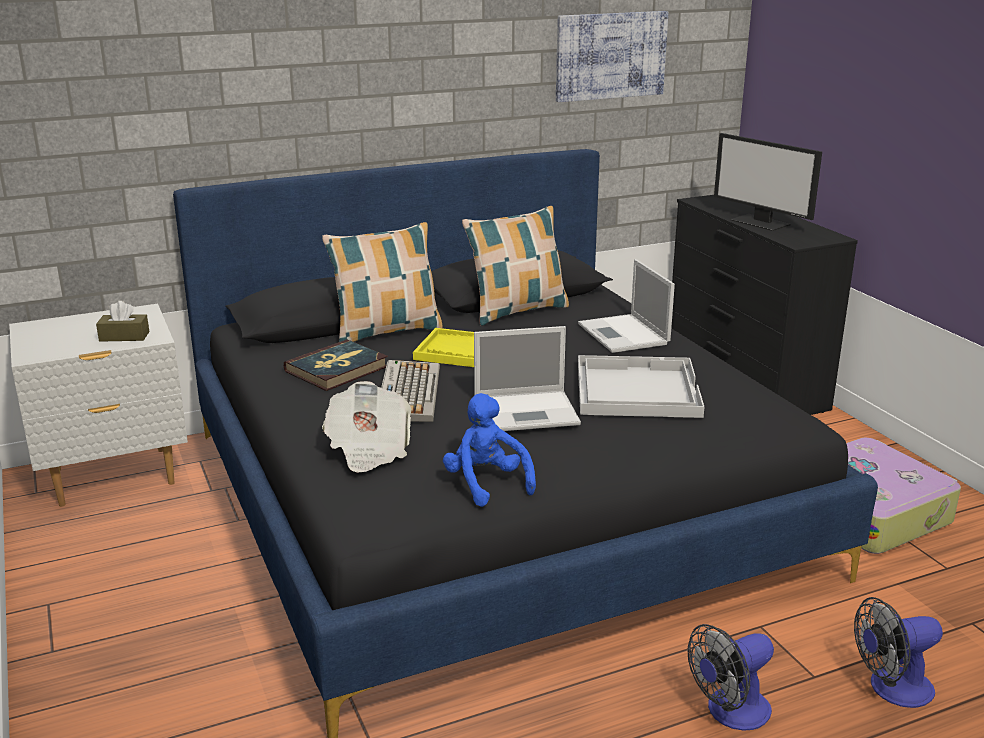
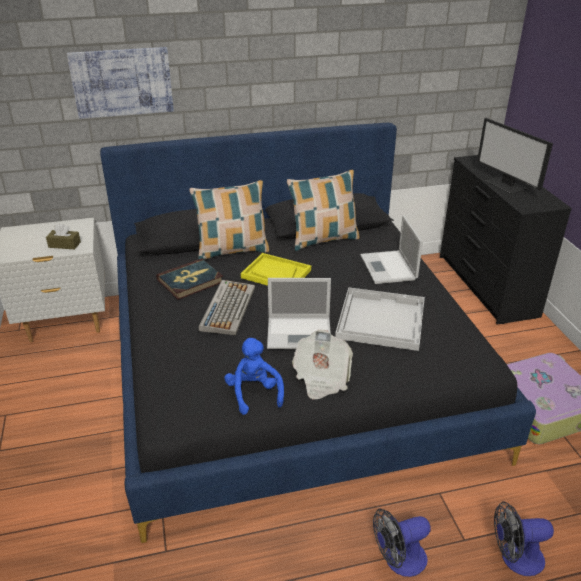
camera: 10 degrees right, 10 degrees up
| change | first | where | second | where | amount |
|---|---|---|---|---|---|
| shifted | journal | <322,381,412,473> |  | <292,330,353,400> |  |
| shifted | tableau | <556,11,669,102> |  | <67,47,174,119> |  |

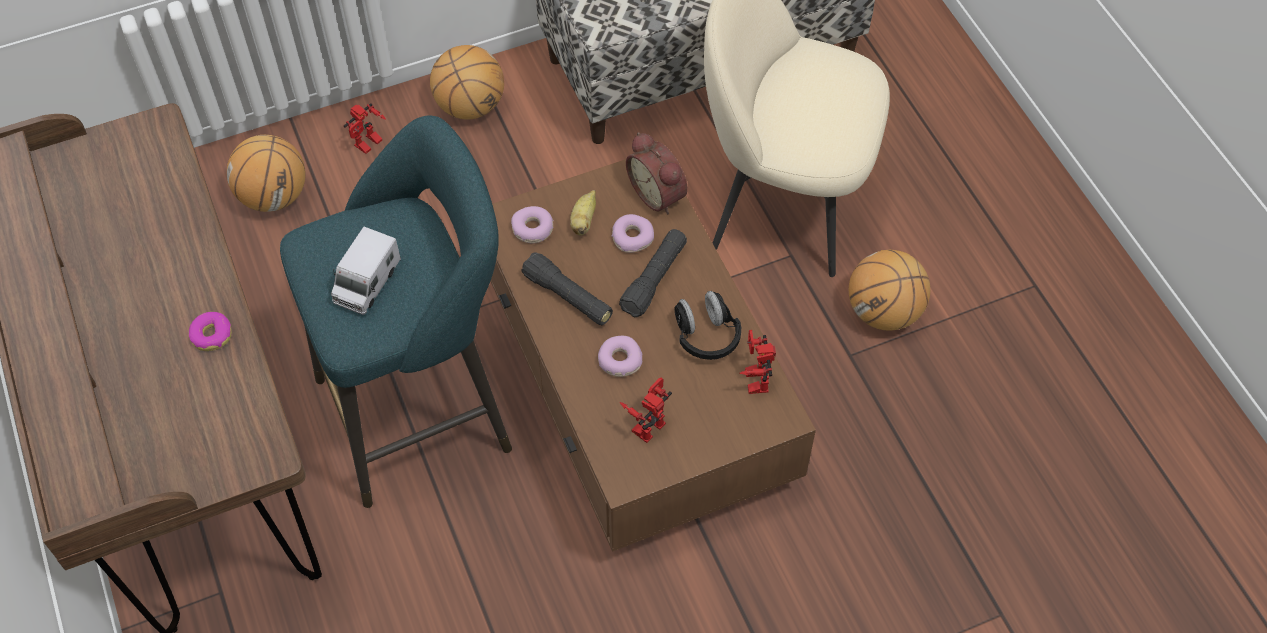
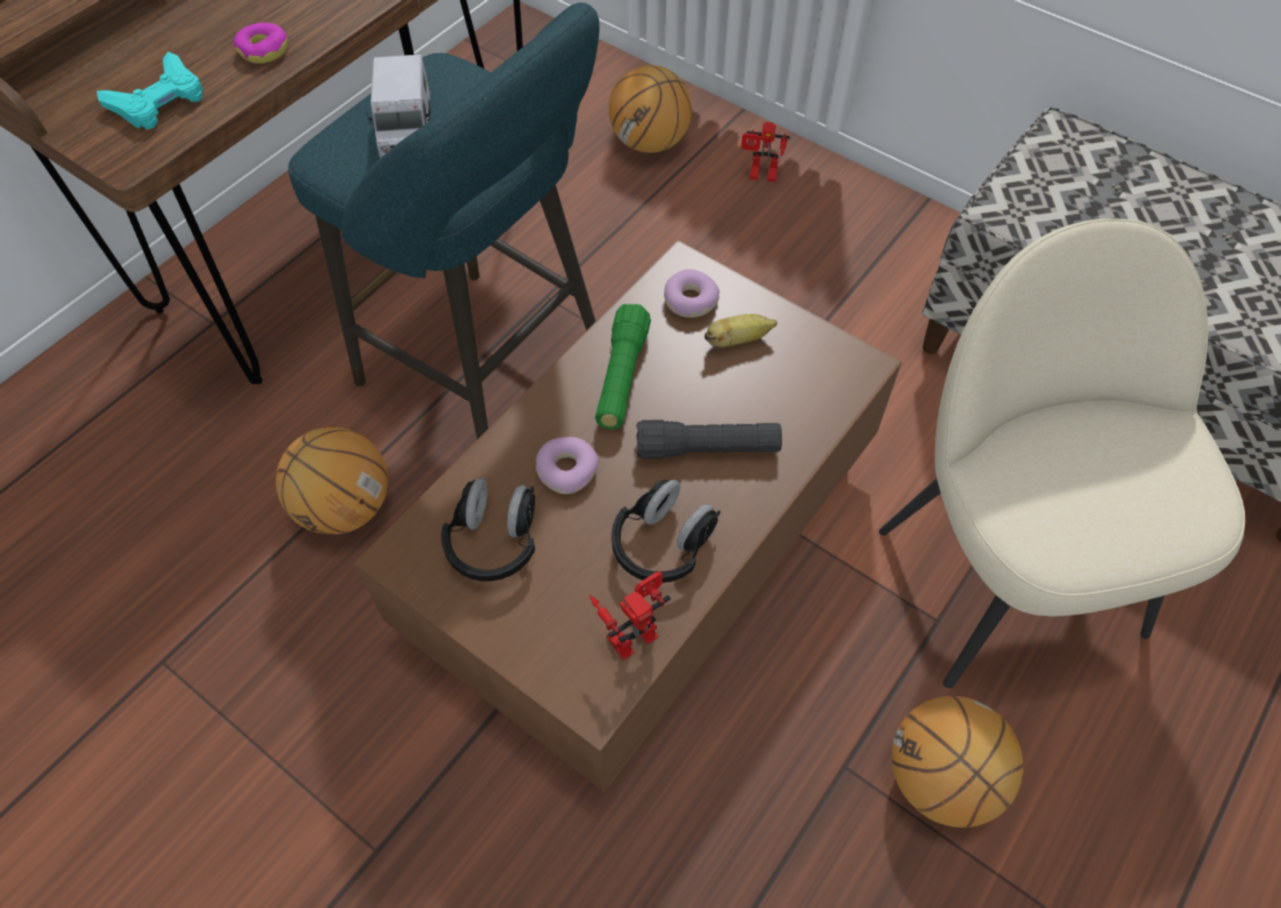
camera: 60 degrees right, 0 degrees up
| change | first | where | second | where | amount |
|---|---|---|---|---|---|
| gone | beignet | <612,214,654,253> |  |  |  |
| gone | réveil | <626,132,688,214> |  |  |  |
| new |  |  | manette (turquoise) | <97,52,204,130> |  |
| shifted | ballon de basket | <430,45,504,119> |  | <275,427,388,534> |  |
| swapped | robot jouet | <620,378,672,443> | casque audio (noir) | <441,477,535,581> |  |
| repainted | lampe de poche (noir) | <521,252,613,325> | lampe de poche (vert) | <595,304,651,429> |  |
| rotated | camion jouet | <331,227,401,315> |  | <366,54,431,158> | 90 degrees counterclockwise |

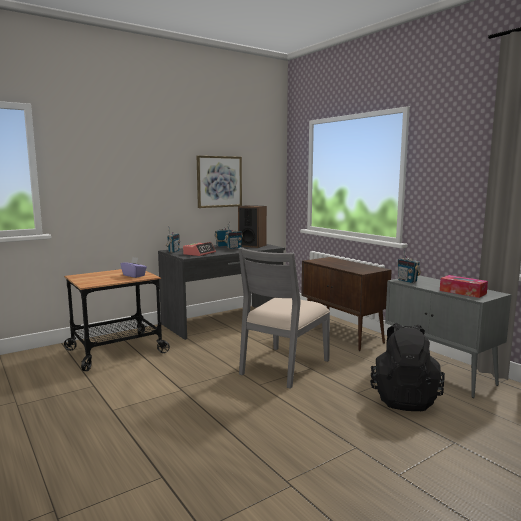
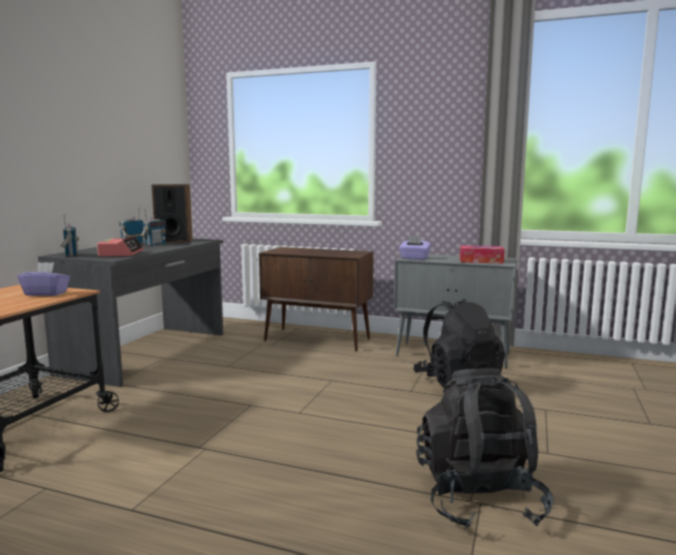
camera: 35 degrees left, 0 degrees up
| change | first | where | second | where | amount |
|---|---|---|---|---|---|
| gone | tableau | <197,156,242,208> |  |  |  |
| gone | chaise (gris) | <238,247,330,389> |  |  |  |
| new |  |  | sac à dos (noir) | <416,368,554,528> |  |
| swapped | radio | <397,247,421,283> | boîte à mouchoirs (violet) | <399,236,431,260> |  |

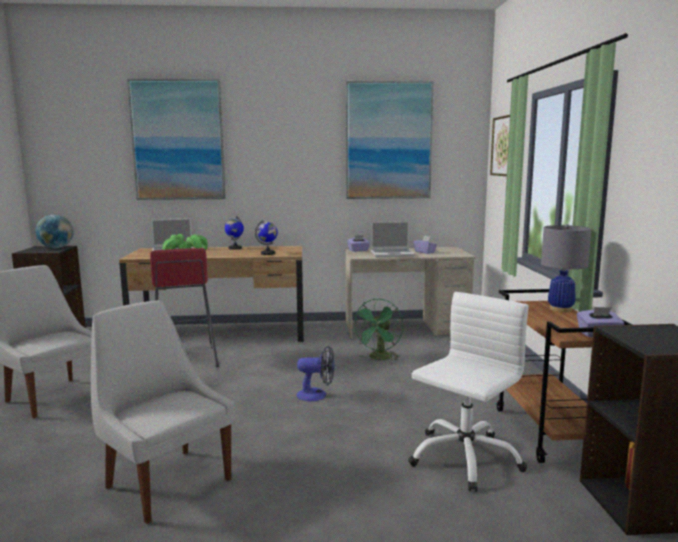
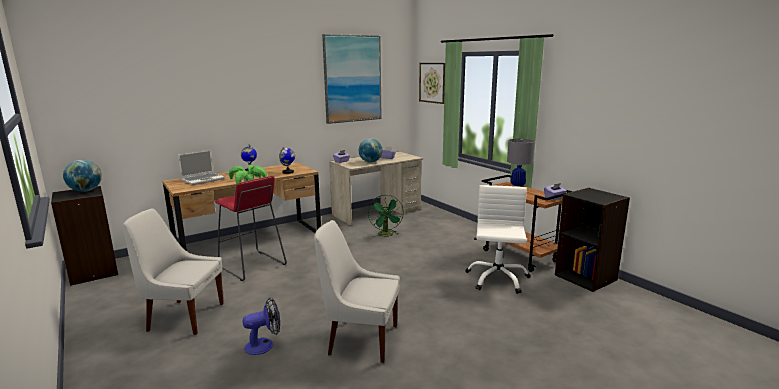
camera: 30 degrees left, 5 degrees up
| change | first | where | second | where | amount |
|---|---|---|---|---|---|
| gone | tableau | <127,79,226,200> |  |  |  |
| shifted | ventilateur | <297,345,335,401> |  | <243,298,280,355> |  |
| swapped | ordinateur portable | <371,221,415,257> | globe | <359,138,383,162> |  |

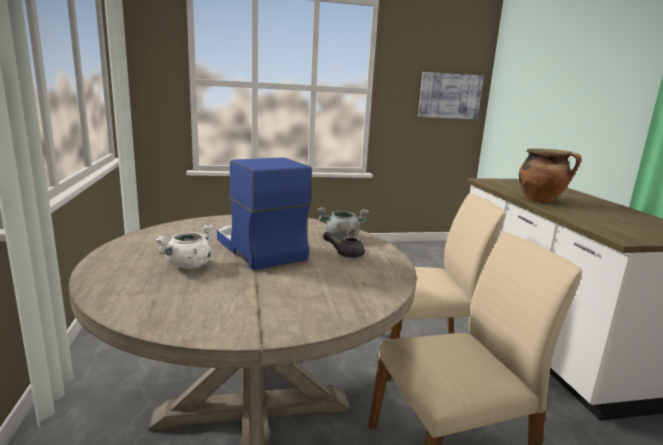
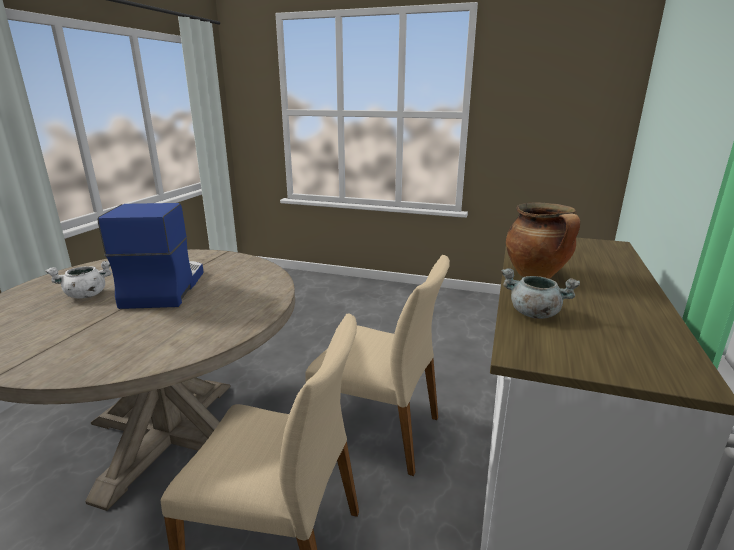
camera: 30 degrees right, 5 degrees up
| change | first | where | second | where | amount |
|---|---|---|---|---|---|
| gone | théière (gris) | <323,232,365,258> |  |  |  |
| gone | tableau | <418,72,484,119> |  |  |  |
| shifted | marmite (gris) | <317,207,369,239> |  | <501,268,580,319> |  |

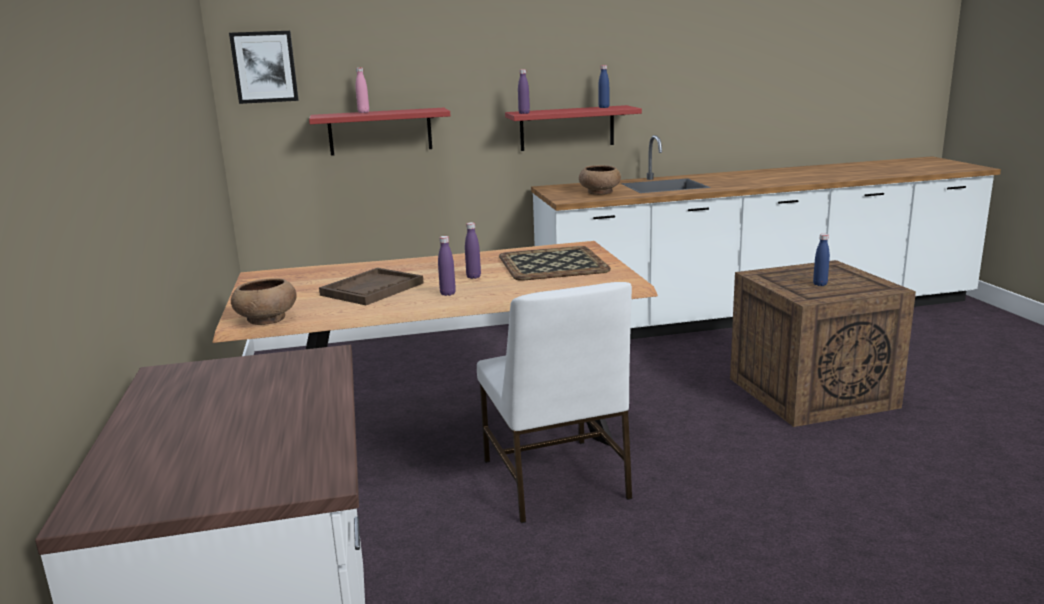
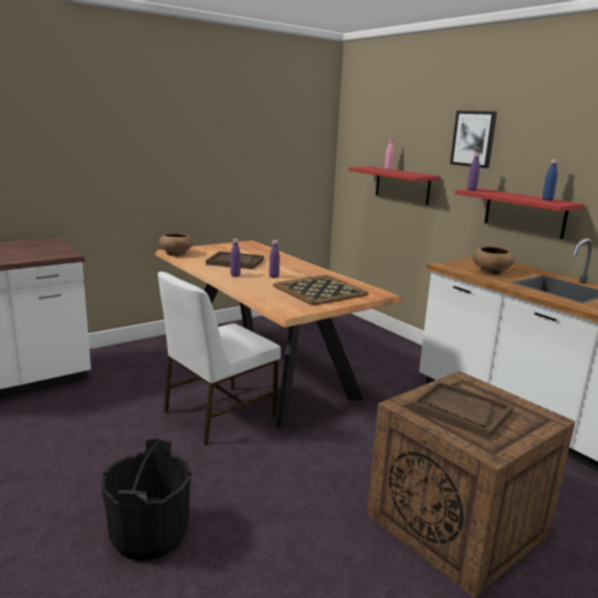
camera: 65 degrees right, 0 degrees up
| change | first | where | second | where | amount |
|---|---|---|---|---|---|
| new |  |  | seau (noir) | <101,438,191,561> |  |
| shifted | tableau | <229,31,299,104> |  | <450,111,497,168> |  |
| swapped | bouteille (bleu) | <813,234,830,286> | plateau (marron) | <410,381,513,439> |  |

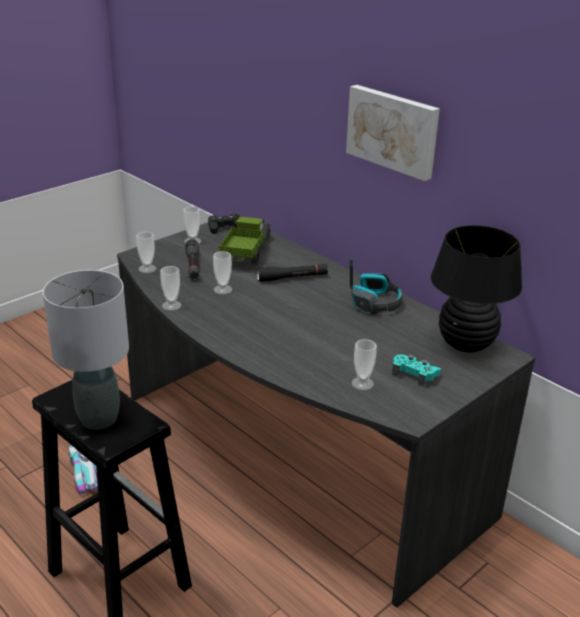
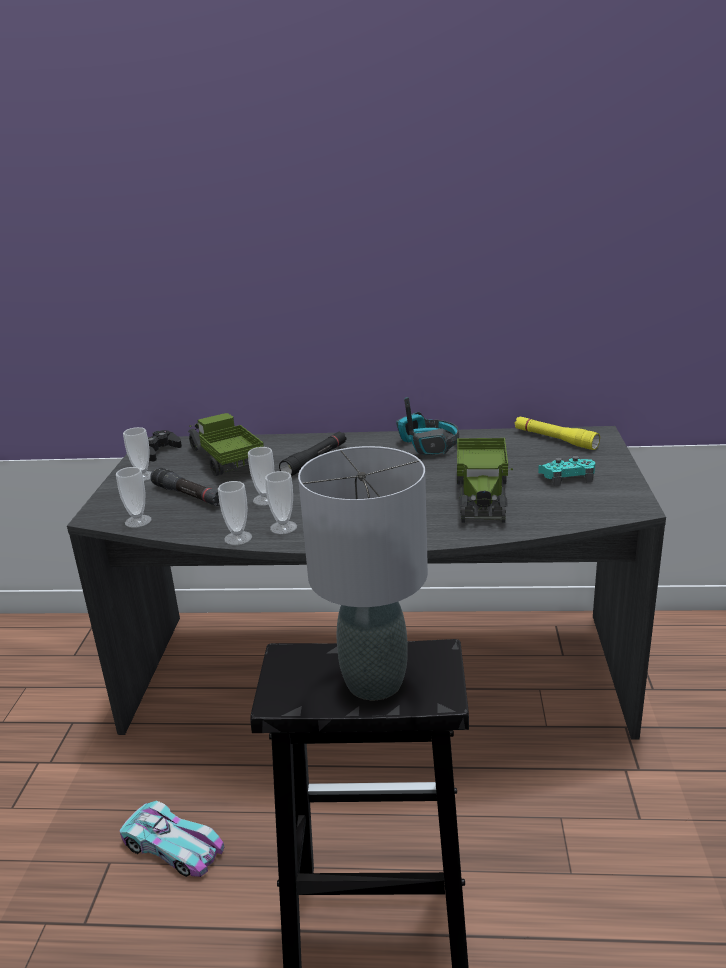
camera: 40 degrees left, 5 degrees down
| change | first | where | second | where | amount |
|---|---|---|---|---|---|
| gone | tableau | <346,85,440,181> |  |  |  |
| new |  |  | camion jouet | <457,438,513,523> |  |
| shifted | tasse | <352,339,377,390> |  | <265,471,297,534> |  |
| swapped | lampe de table (noir) | <431,225,522,353> | lampe de poche (jaune) | <515,416,600,450> |  |

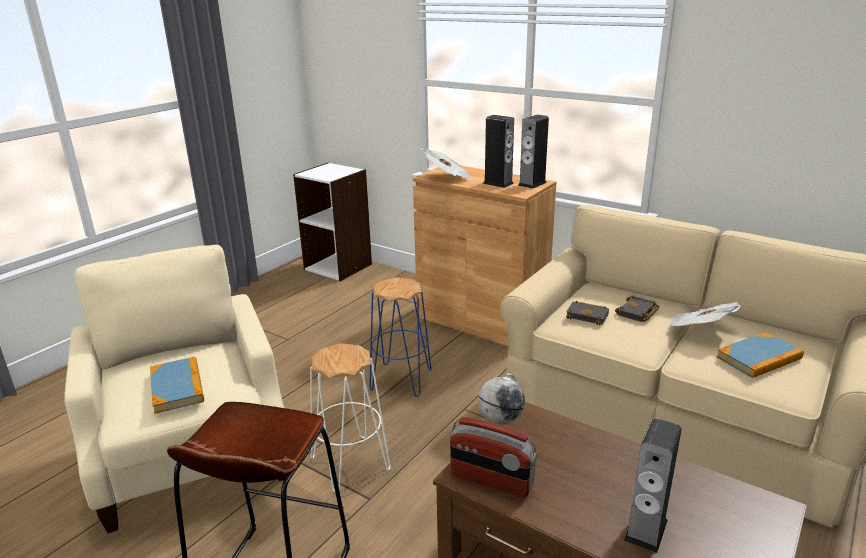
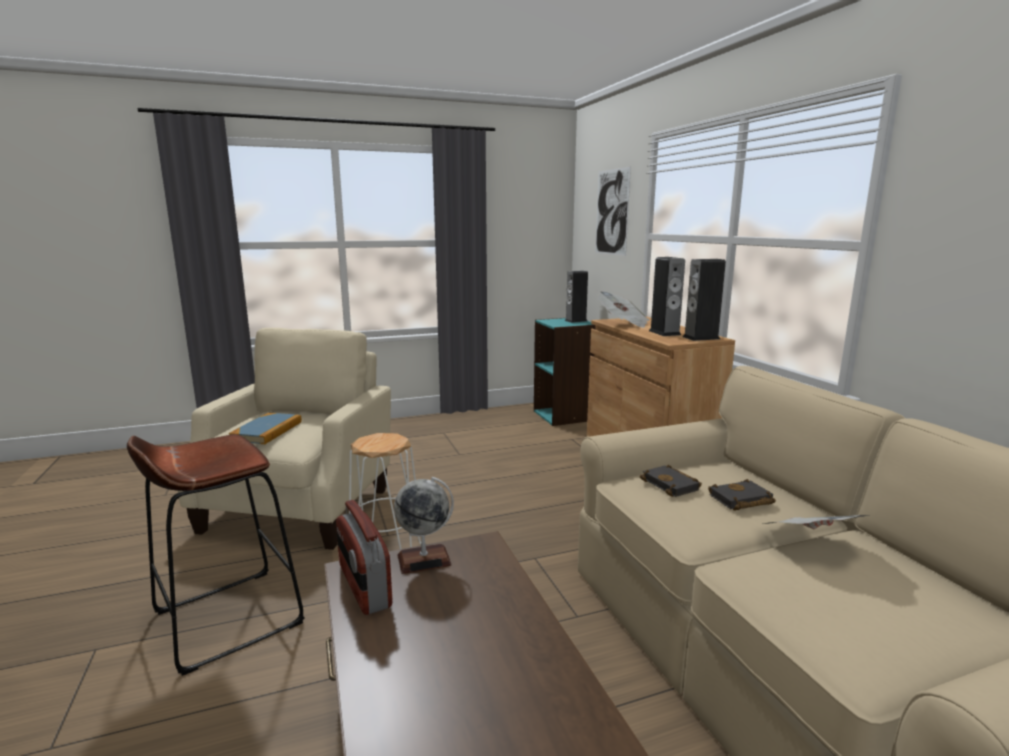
camera: 35 degrees right, 10 degrees down
| change | first | where | second | where | amount |
|---|---|---|---|---|---|
| gone | tabouret (bleu) | <369,277,431,397> |  |  |  |
| gone | livre | <716,332,804,378> |  |  |  |
| new |  |  | tableau | <595,167,631,256> |  |
| shifted | enceinte | <624,418,682,553> |  | <565,271,588,323> |  |
| repainted | bibliothèque (blanc) | <293,163,372,281> | bibliothèque (turquoise) | <534,318,595,426> |  |

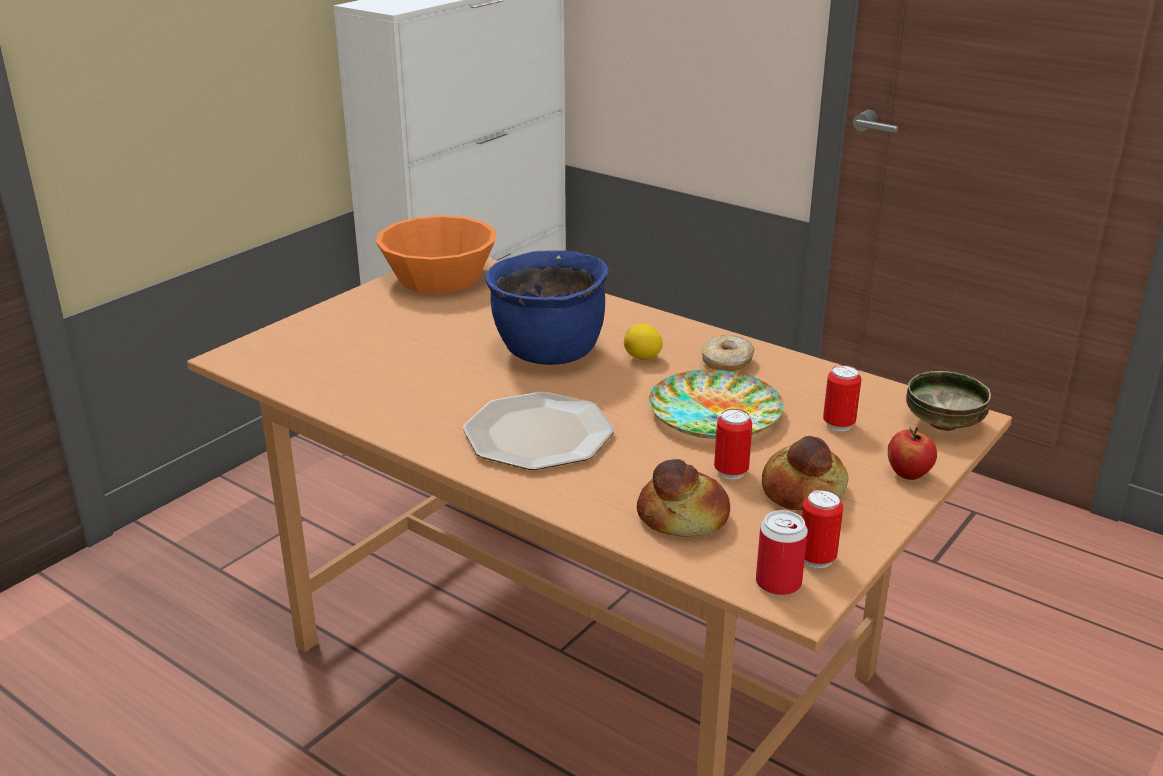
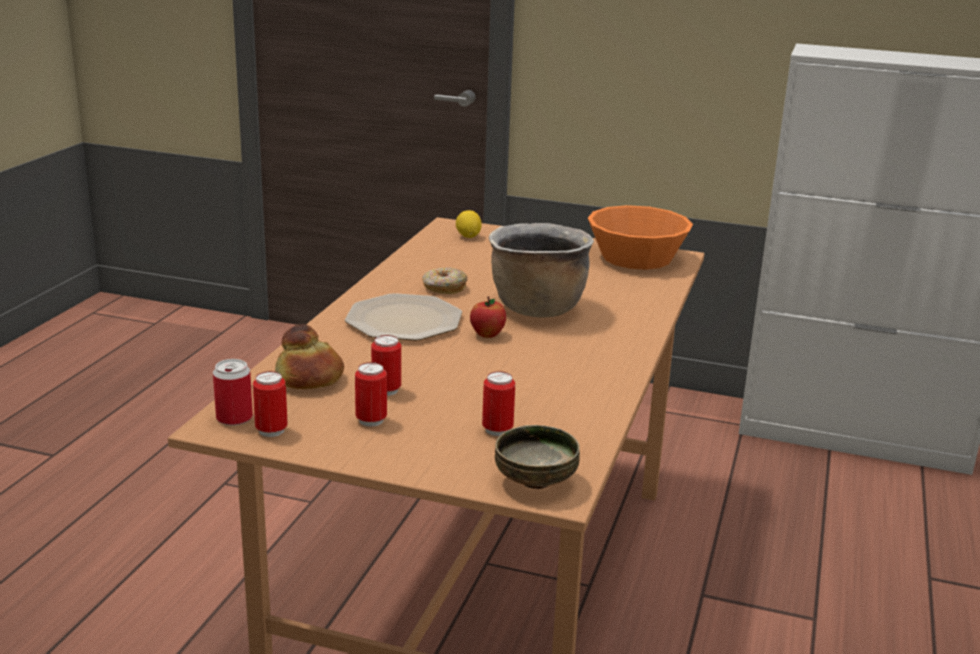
camera: 70 degrees right, 5 degrees down
| change | first | where | second | where | amount |
|---|---|---|---|---|---|
| gone | assiette | <649,370,784,439> |  |  |  |
| shifted | citron | <624,323,663,360> |  | <456,210,482,238> |  |
| shifted | beignet | <701,335,754,371> |  | <422,267,468,294> |  |
| shifted | pomme | <888,427,937,480> |  | <470,296,506,338> |  |
| swapped | pain | <762,436,849,510> | boîte métallique | <355,362,387,426> |  |
| repainted | marmite (bleu) | <485,250,609,365> | marmite (marron) | <489,223,594,318> |  |

